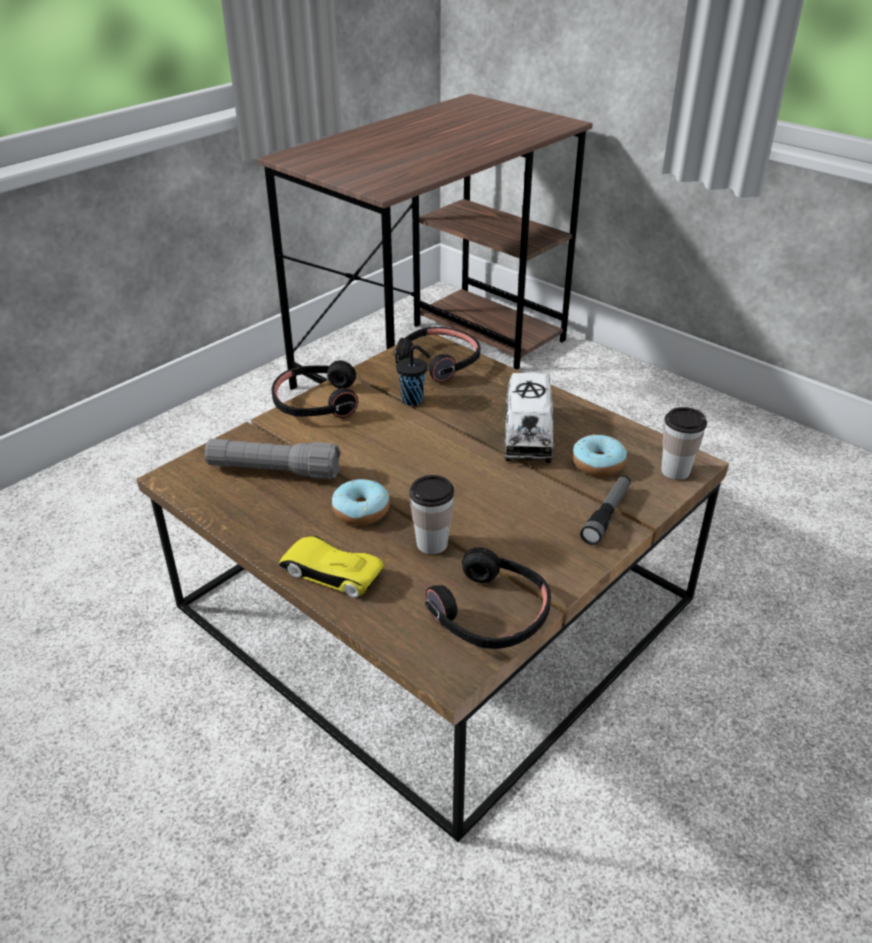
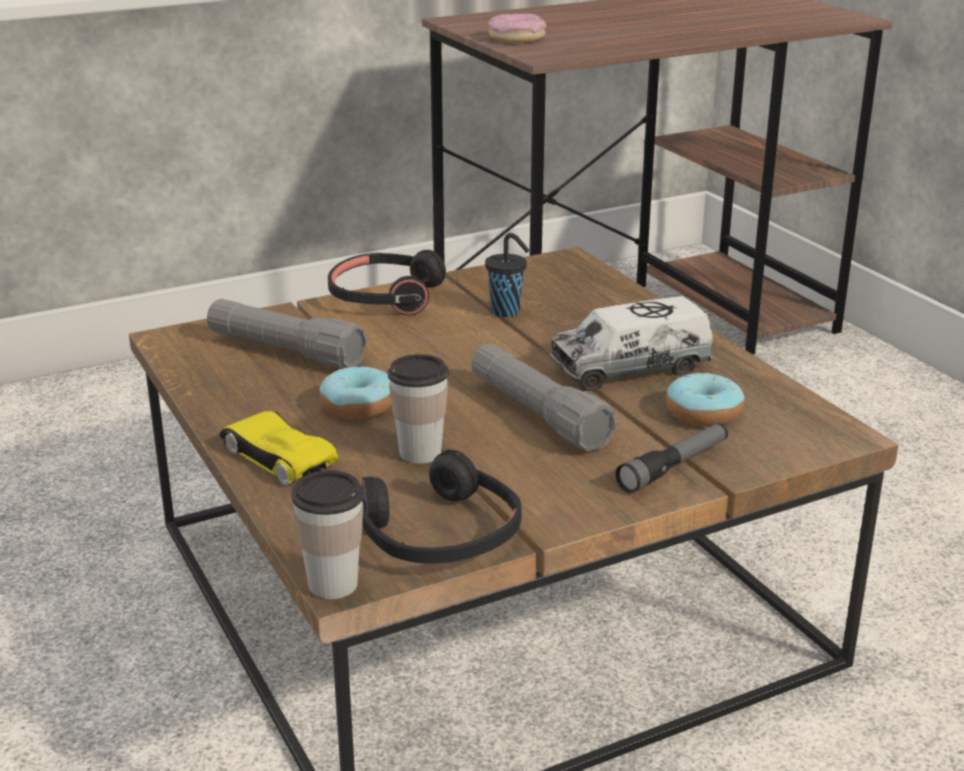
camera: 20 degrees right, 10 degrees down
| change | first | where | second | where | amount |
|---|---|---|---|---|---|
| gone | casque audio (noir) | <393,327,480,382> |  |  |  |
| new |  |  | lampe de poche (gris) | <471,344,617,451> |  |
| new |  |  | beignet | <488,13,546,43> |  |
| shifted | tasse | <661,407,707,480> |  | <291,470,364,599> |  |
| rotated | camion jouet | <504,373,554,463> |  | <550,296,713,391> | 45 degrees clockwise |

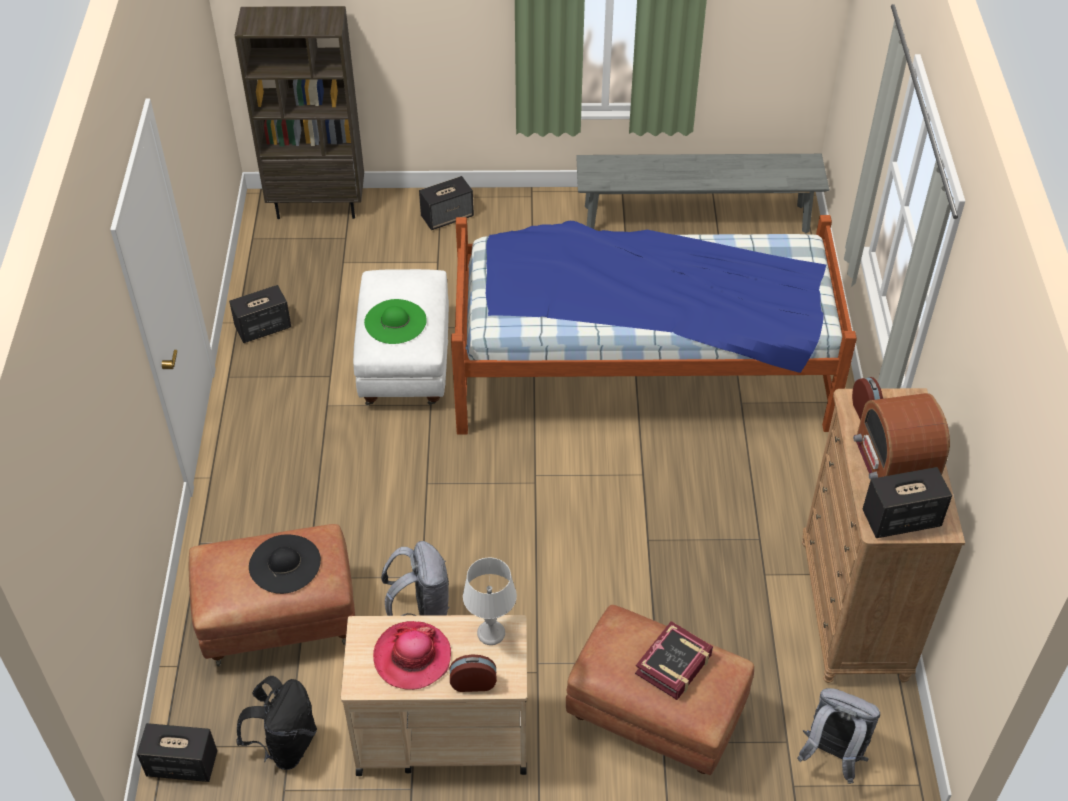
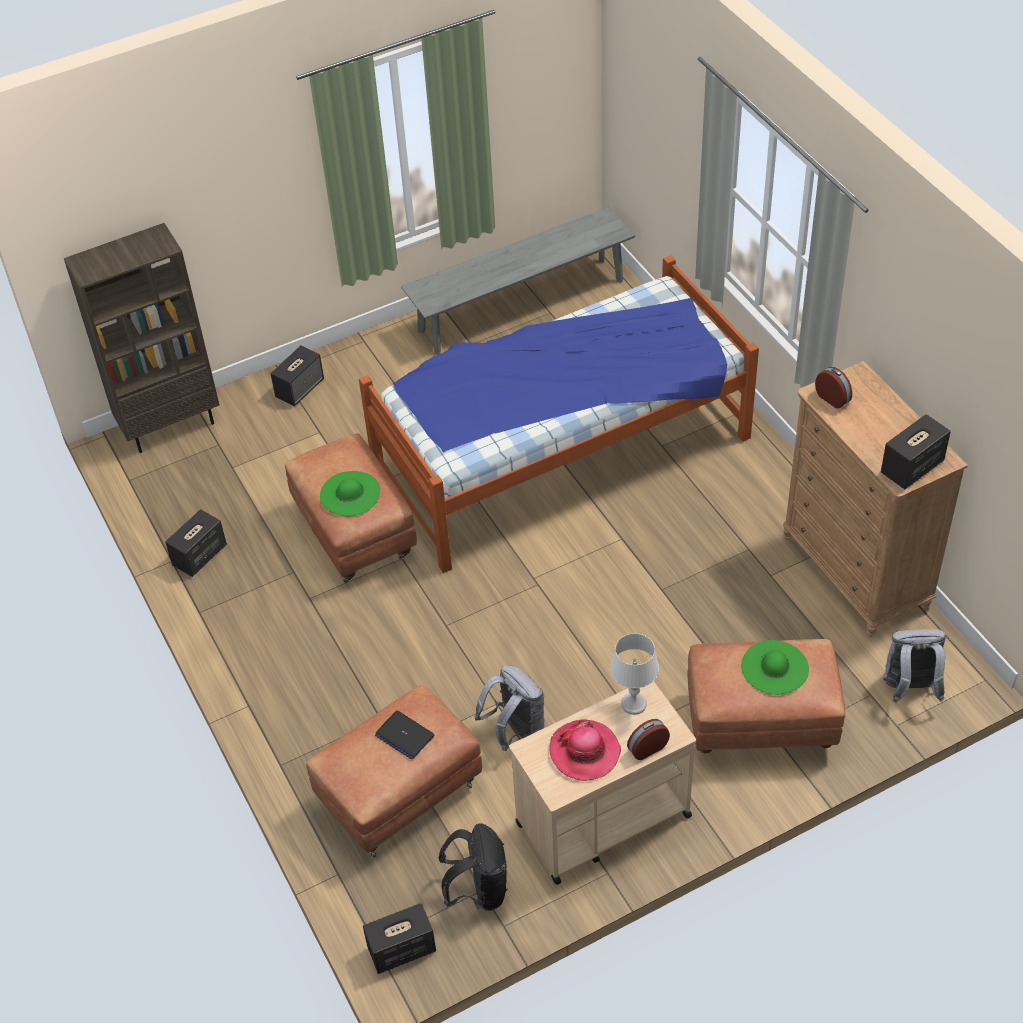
camera: 25 degrees left, 0 degrees up
| change | first | where | second | where | amount |
|---|---|---|---|---|---|
| gone | radio | <853,393,950,480> |  |  |  |
| swapped | chapeau (noir) | <249,534,321,594> | ordinateur portable | <375,711,435,759> |  |
| swapped | livre | <635,621,713,700> | chapeau (vert) | <741,640,809,695> |  |
| repainted | pouf (blanc) | <353,269,449,405> | pouf (marron) | <285,433,417,583> |  |

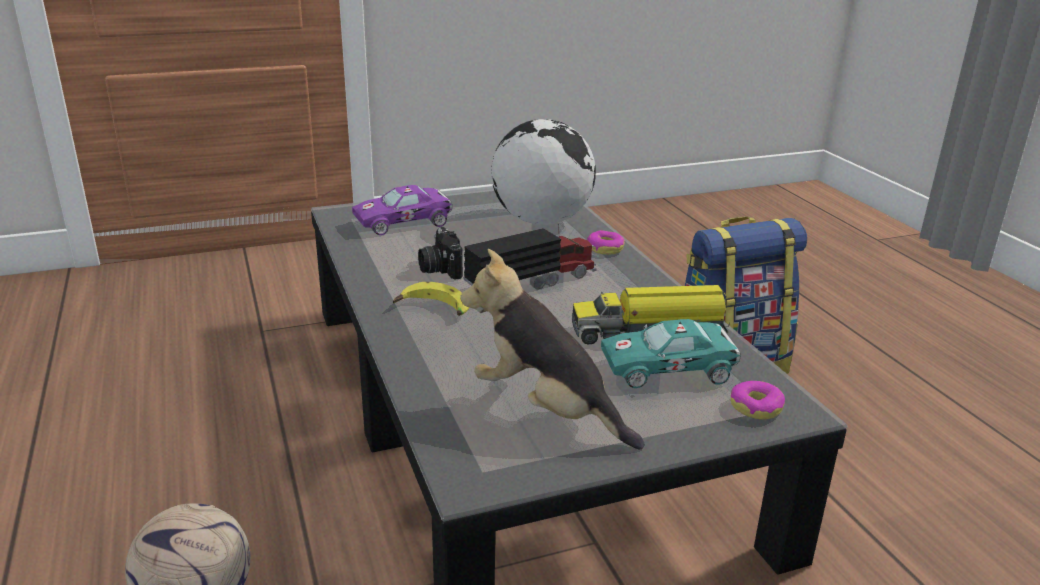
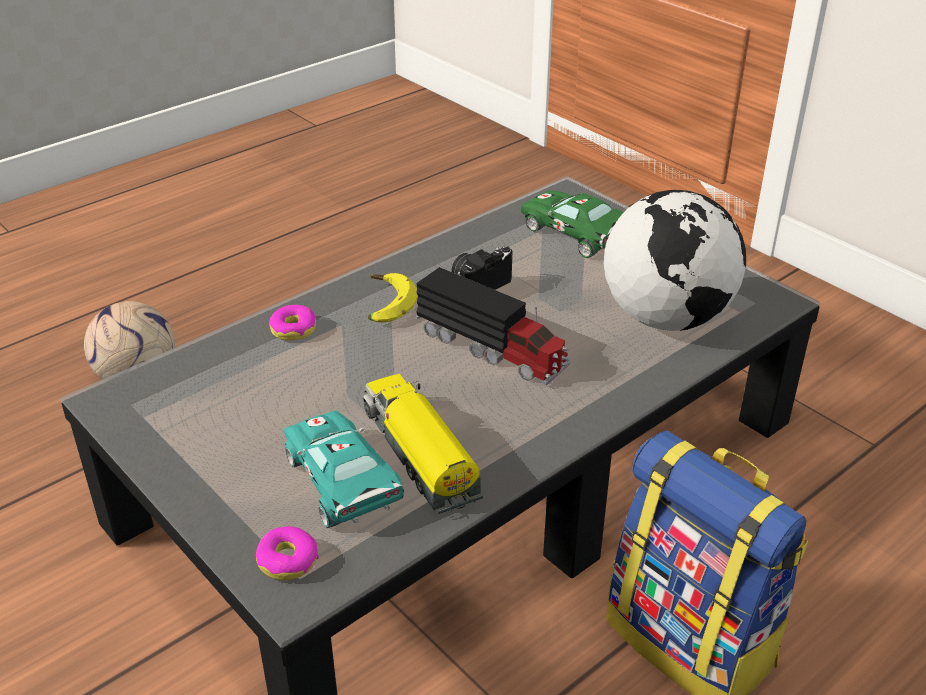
camera: 70 degrees right, 10 degrees up
| change | first | where | second | where | amount |
|---|---|---|---|---|---|
| gone | peluche | <460,249,645,450> |  |  |  |
| shifted | beignet | <587,230,625,255> |  | <269,305,316,340> |  |
| repainted | petite voiture (violet) | <352,185,452,235> | petite voiture (vert) | <521,191,624,258> |  |

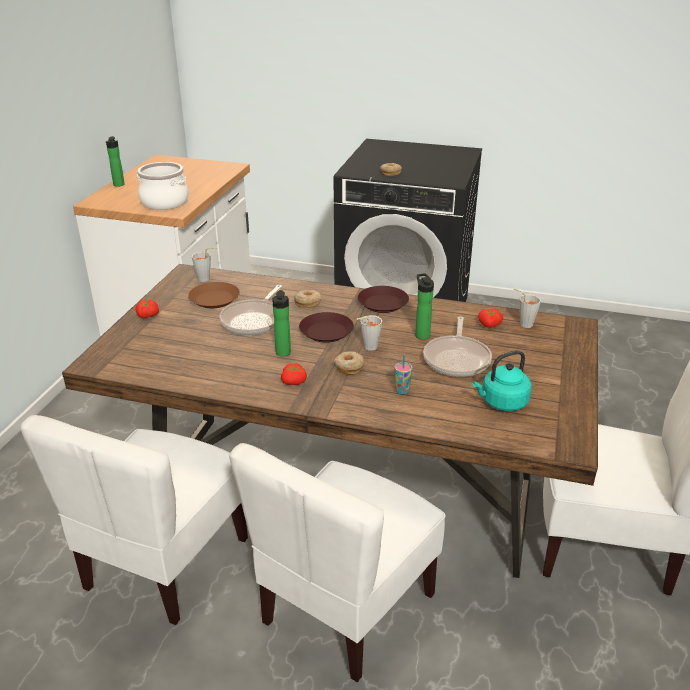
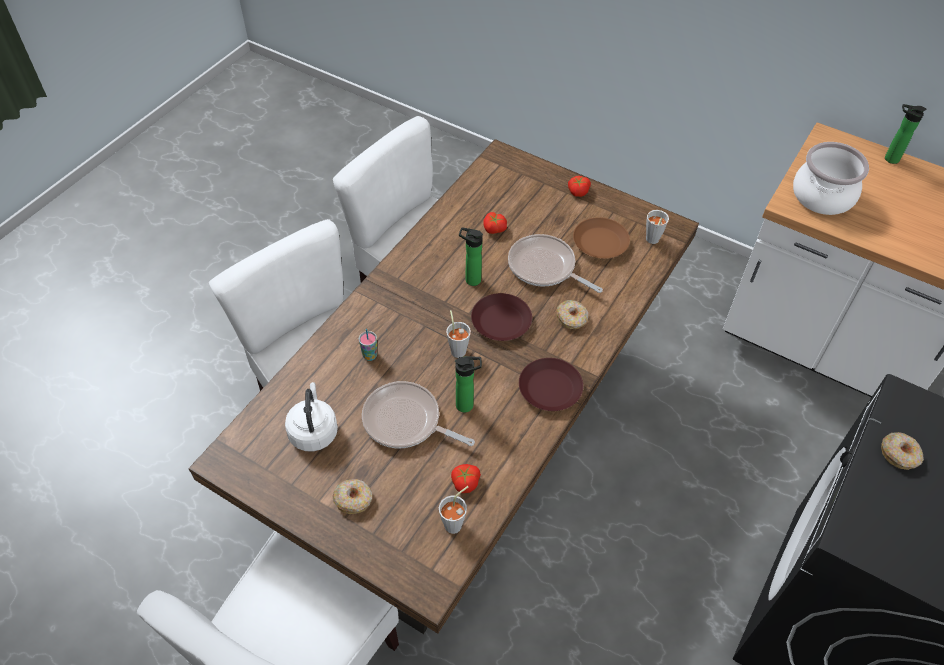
camera: 105 degrees right, 20 degrees up
| change | first | where | second | where | amount |
|---|---|---|---|---|---|
| shifted | tomate | <281,363,307,385> |  | <483,212,507,234> |  |
| shifted | beignet | <334,351,365,375> |  | <332,479,373,514> |  |
| repainted | bouilloire (turquoise) | <472,350,532,411> | bouilloire (blanc) | <285,382,338,452> |  |

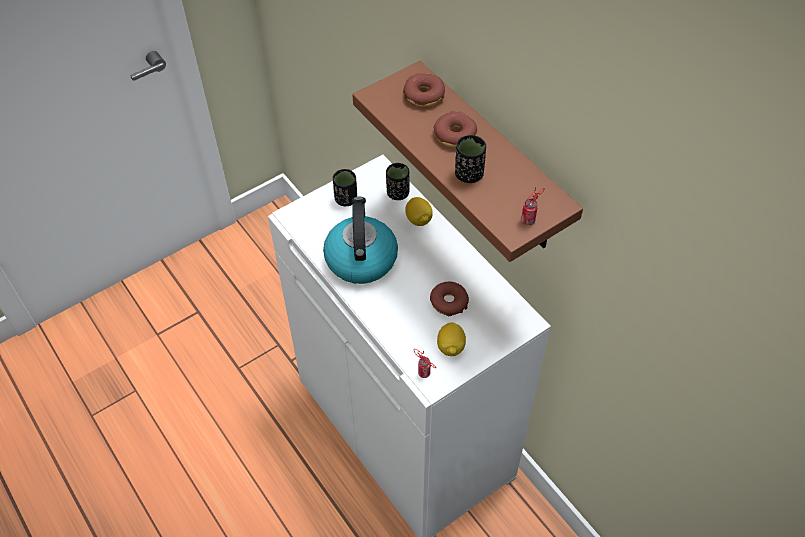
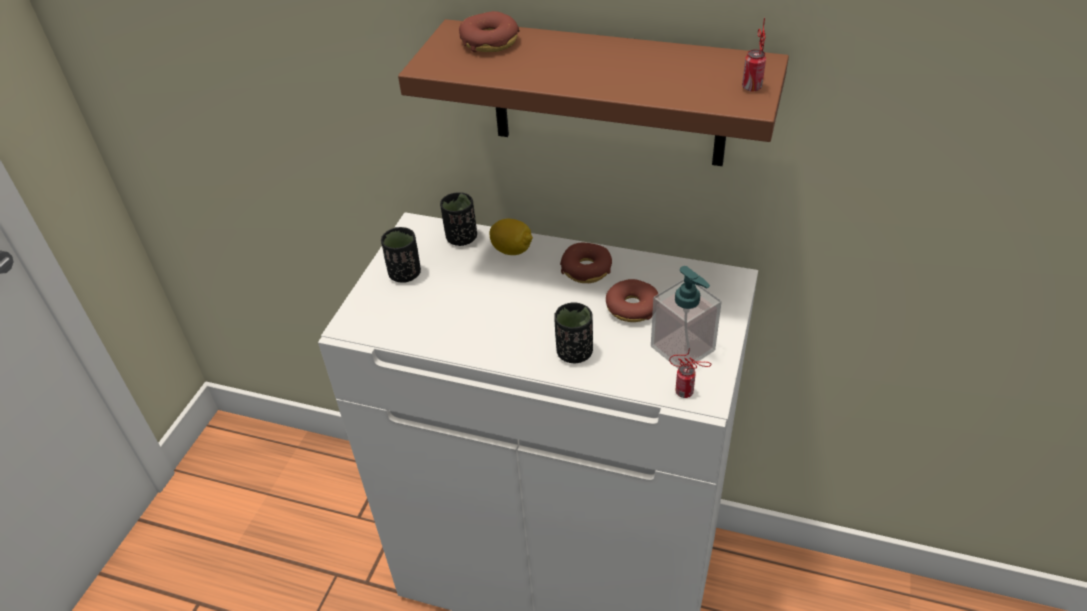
camera: 35 degrees left, 10 degrees down
| change | first | where | second | where | amount |
|---|---|---|---|---|---|
| gone | bouilloire | <323,197,398,284> |  |  |  |
| shifted | beignet | <434,111,477,148> |  | <560,243,612,283> |  |
| shifted | tasse (noir) | <455,135,486,183> |  | <554,302,593,363> |  |
| swapped | citron | <437,322,466,356> | distributeur de savon | <651,266,722,369> |  |

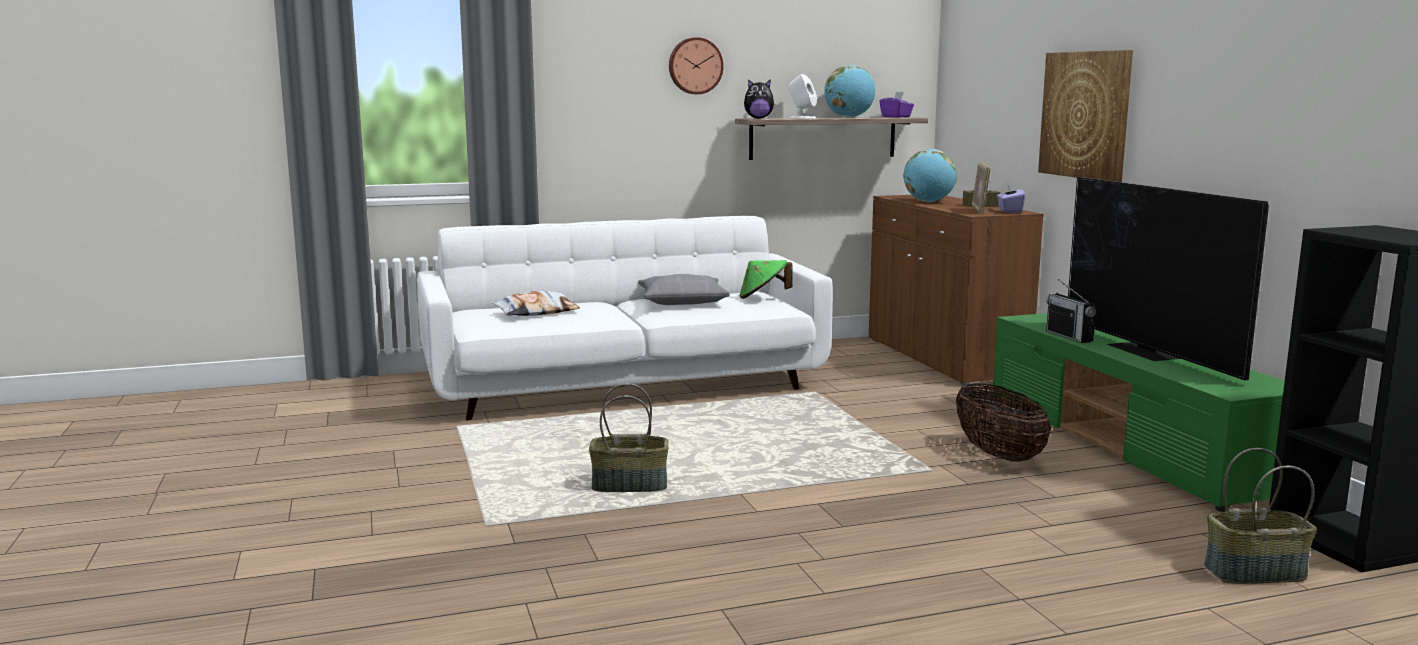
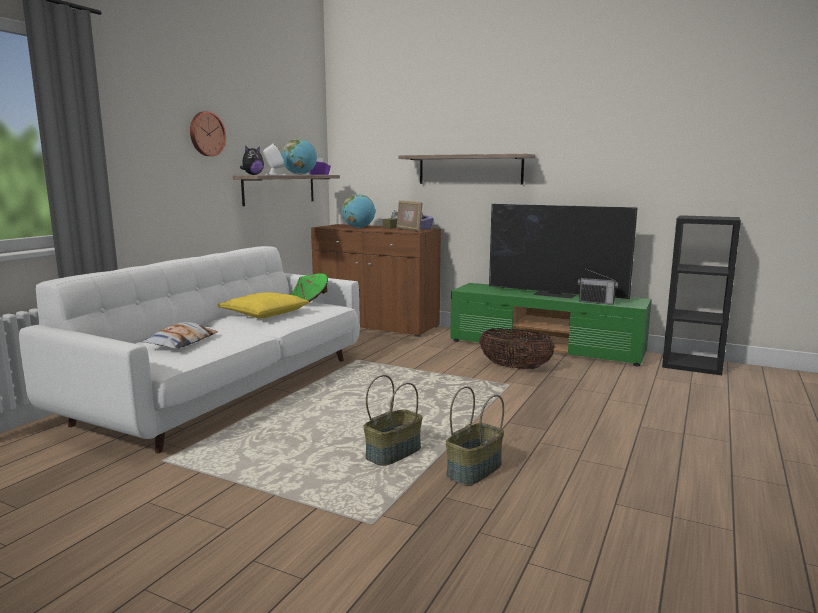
camera: 45 degrees left, 0 degrees up
| change | first | where | second | where | amount |
|---|---|---|---|---|---|
| shifted | radio | <1046,279,1096,343> |  | <578,269,618,305> |  |
| shifted | panier | <1204,448,1317,584> |  | <446,386,504,486> |  |
| swapped | tableau | <1038,50,1133,182> | étagère | <399,154,535,185> |  |
| repainted | coussin (gris) | <638,274,730,305> | coussin (jaune) | <218,292,309,318> |  |

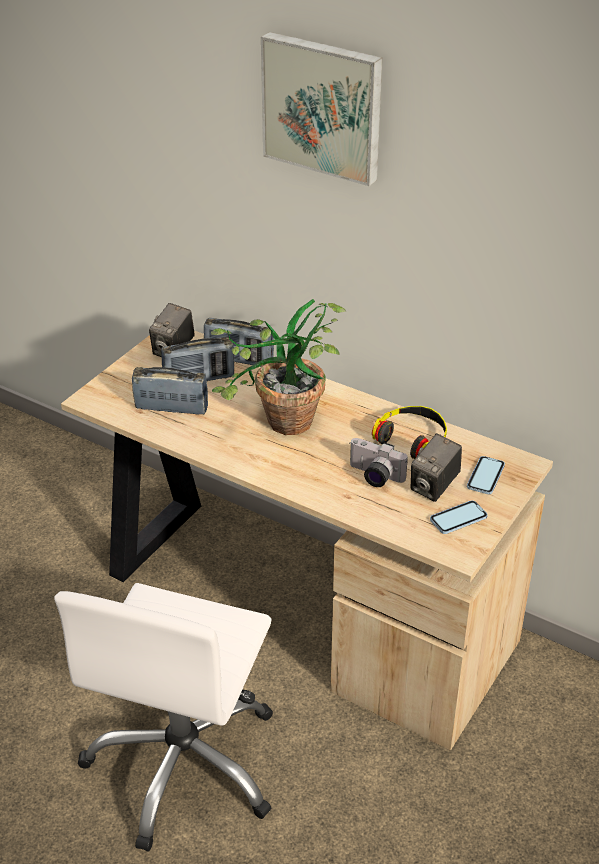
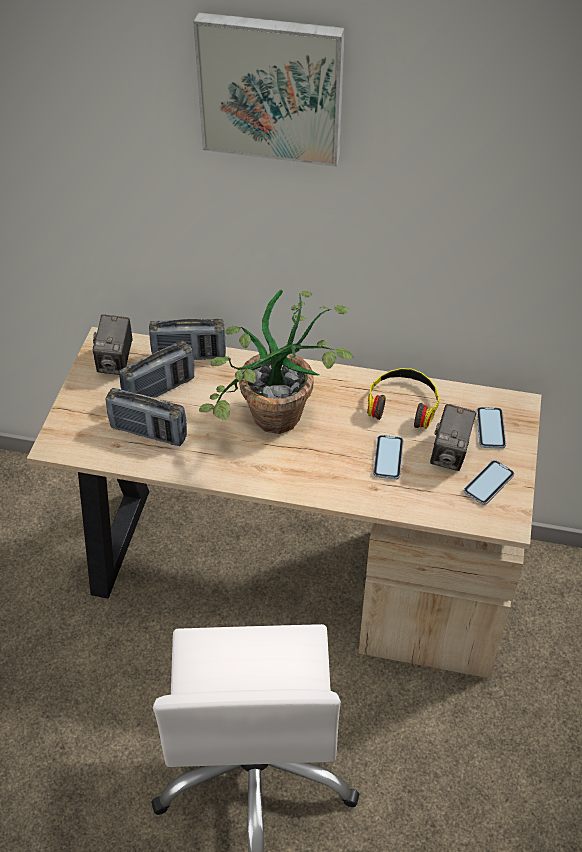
camera: 20 degrees left, 10 degrees up
| change | first | where | second | where | amount |
|---|---|---|---|---|---|
| swapped | appareil photo | <349,438,408,487> | téléphone | <373,435,404,479> |  |
| rotated | radio | <132,367,208,414> |  | <105,388,187,446> | 150 degrees counterclockwise |

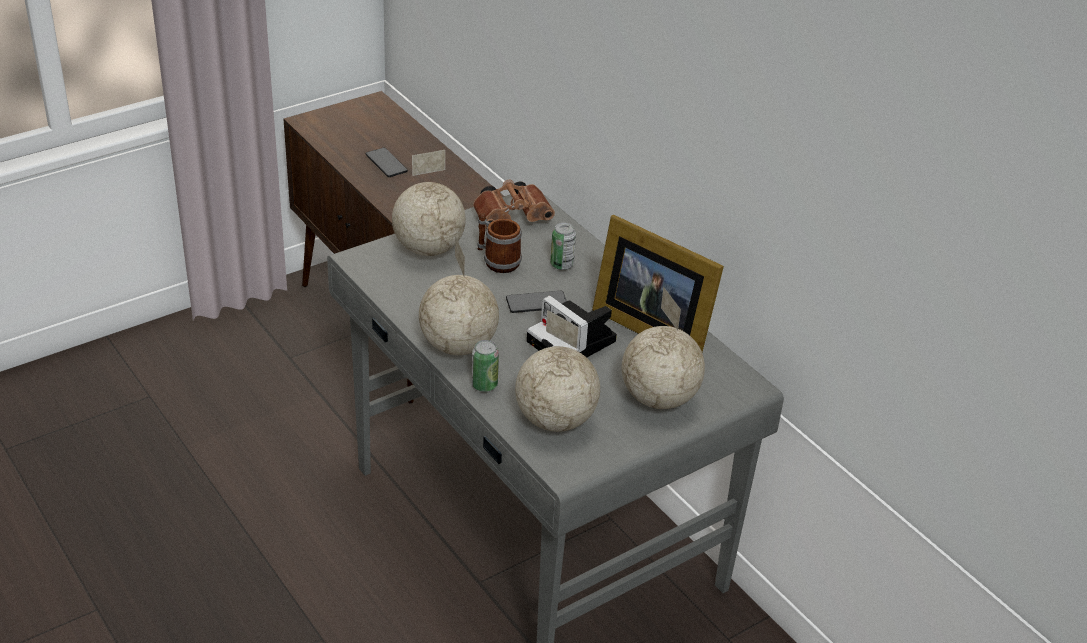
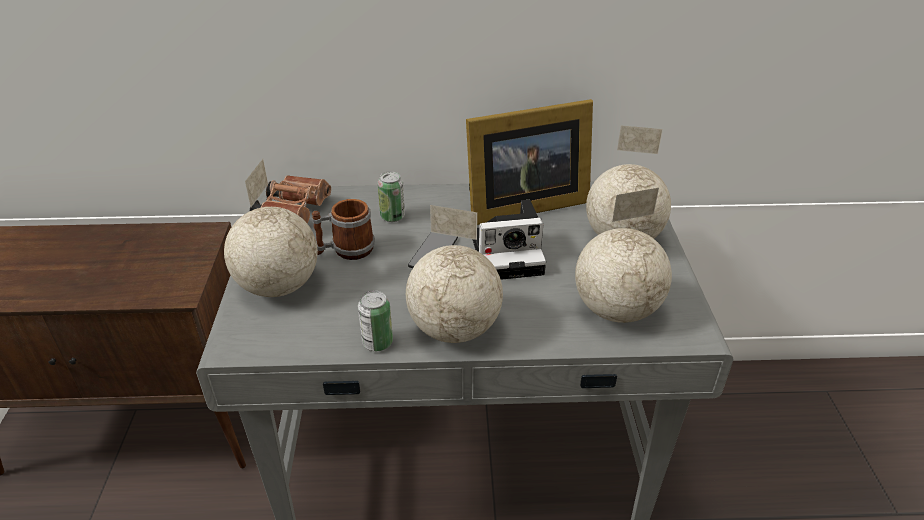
camera: 55 degrees left, 0 degrees up
| change | first | where | second | where | amount |
|---|---|---|---|---|---|
| gone | téléphone | <366,148,408,177> |  |  |  |
| shifted | boîte métallique | <472,340,499,392> |  | <358,291,393,351> |  |

